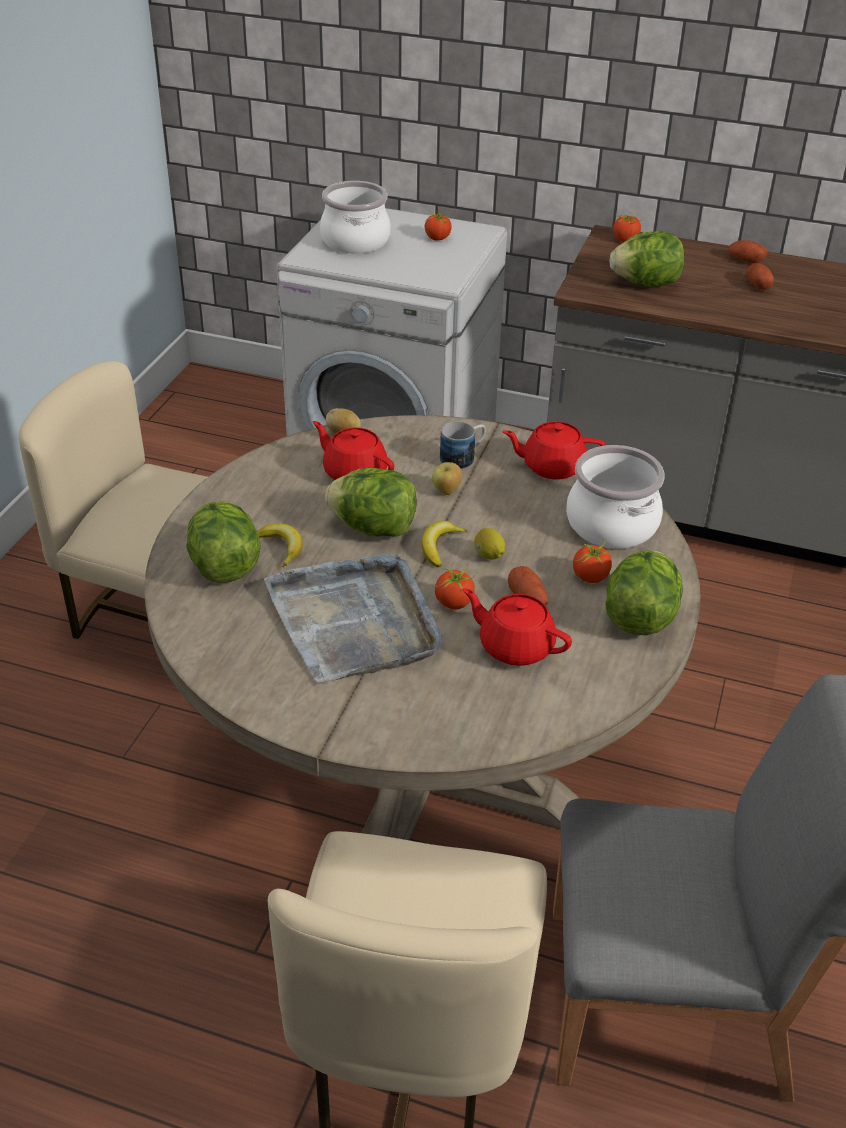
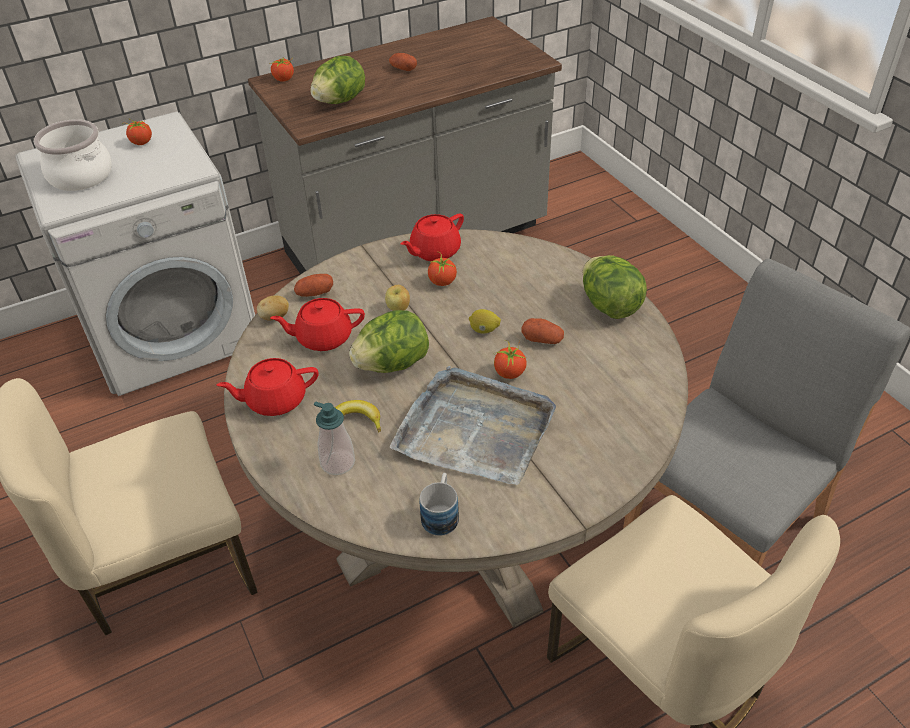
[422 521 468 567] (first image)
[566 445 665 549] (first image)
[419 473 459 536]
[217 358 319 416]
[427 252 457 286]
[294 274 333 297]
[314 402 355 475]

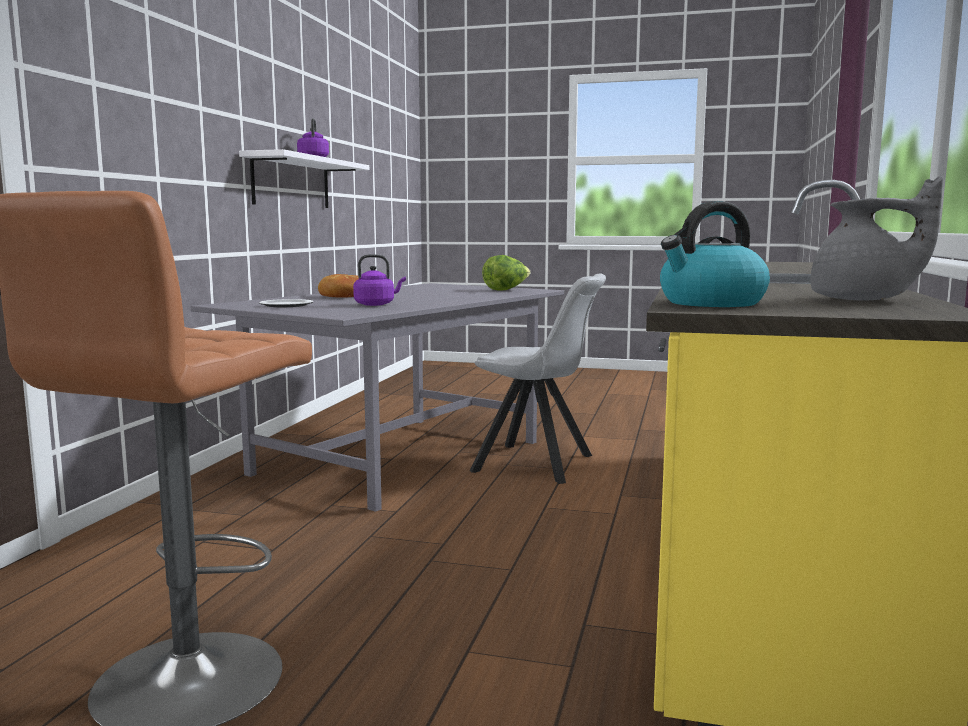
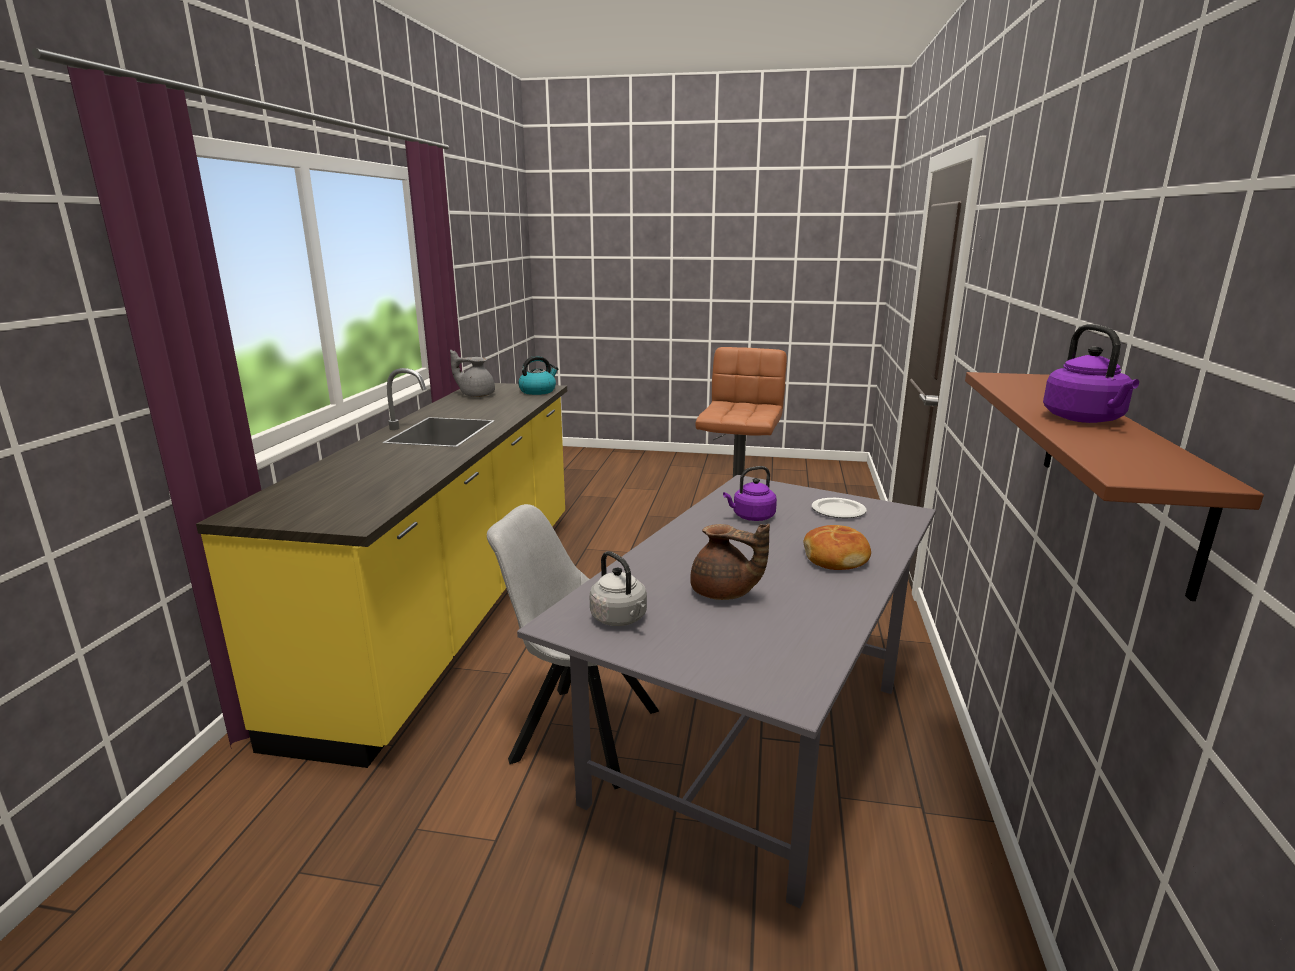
[690 524 770 600]
[589 551 647 626]
[965 372 1264 601]

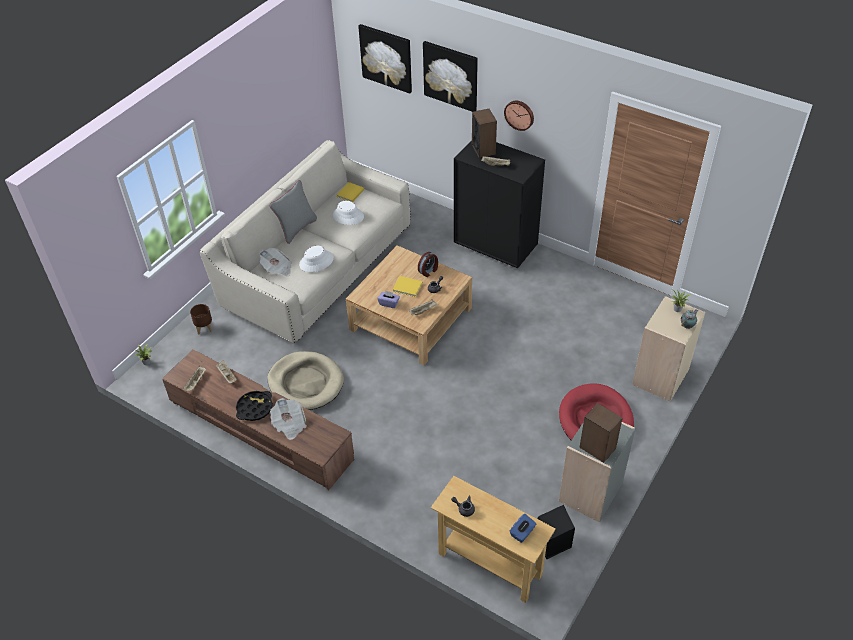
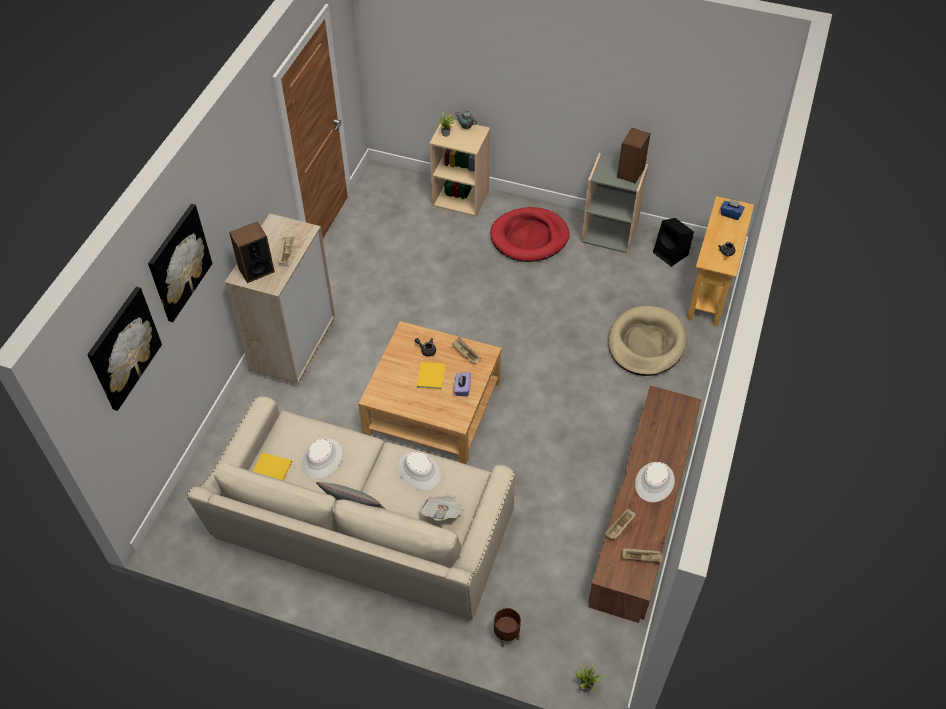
[270 398 307 440] (first image)
[418 252 438 277] (first image)
[504 101 534 131] (first image)
[608 306 687 376]
[635 462 675 502]
[225 213 335 384]

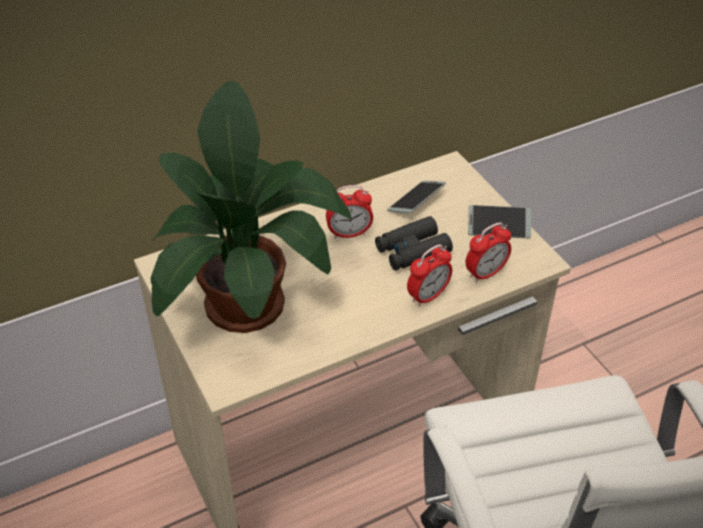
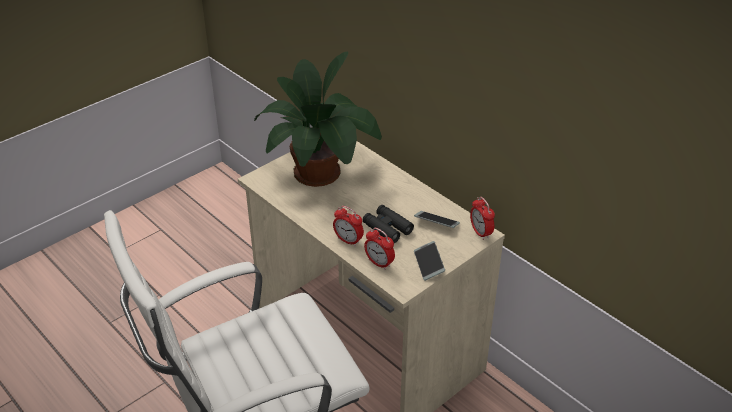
[470 197 495 240]

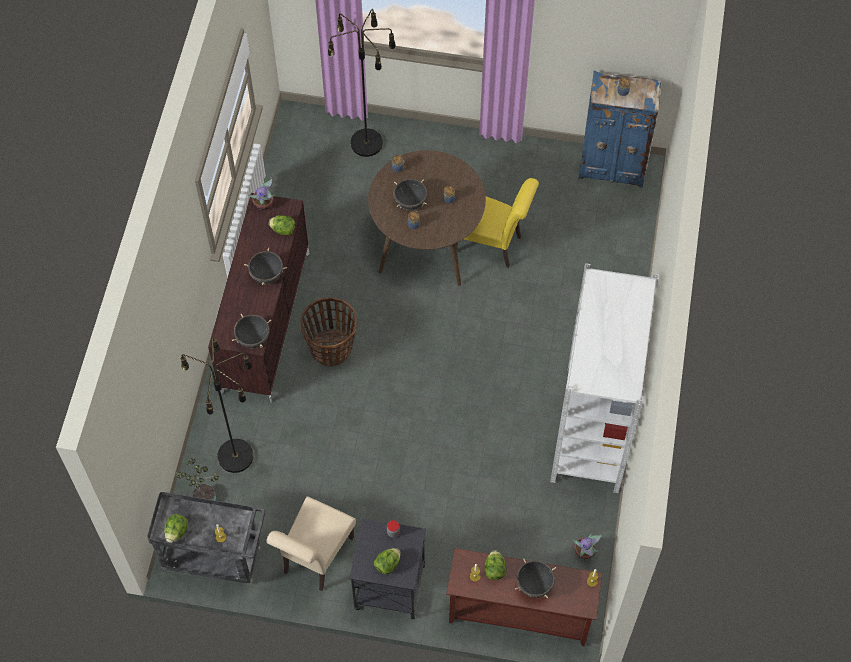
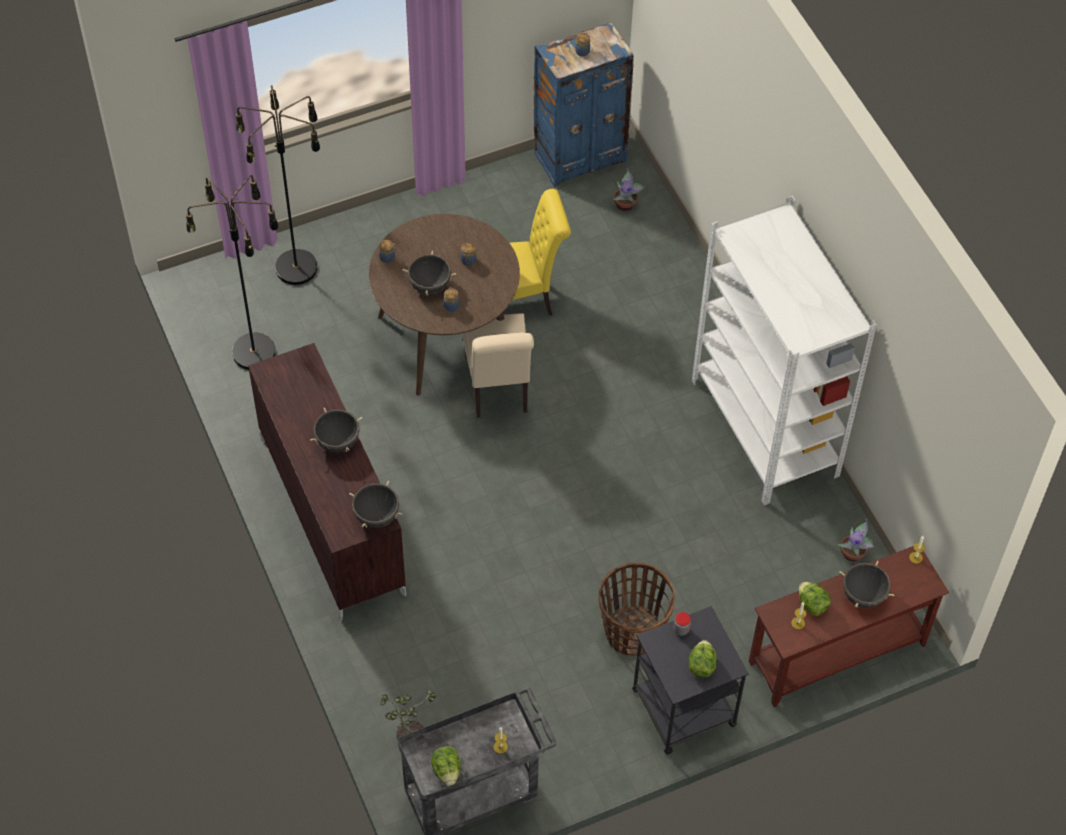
[269 215 295 235] (first image)
[186 175 278 370]
[613 168 645 211]
[461 313 534 418]
[599 562 675 656]

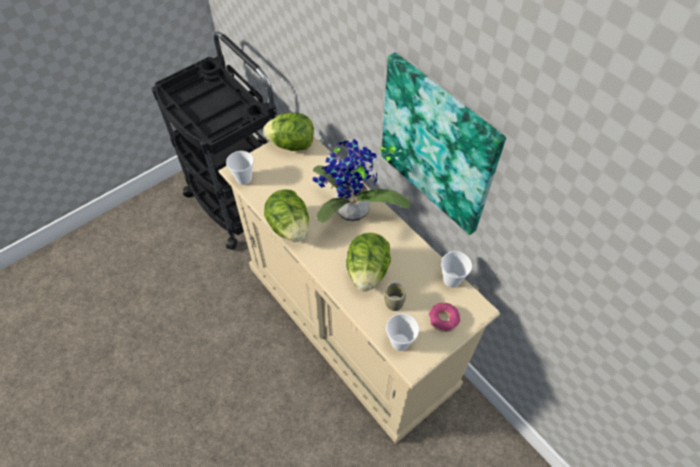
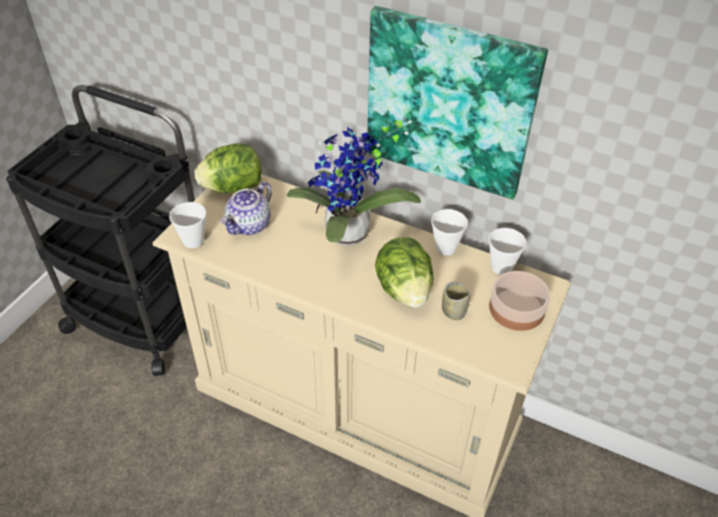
[264 189 309 242] (first image)
[220 182 272 235]
[431 209 468 255]
[489 271 550 331]

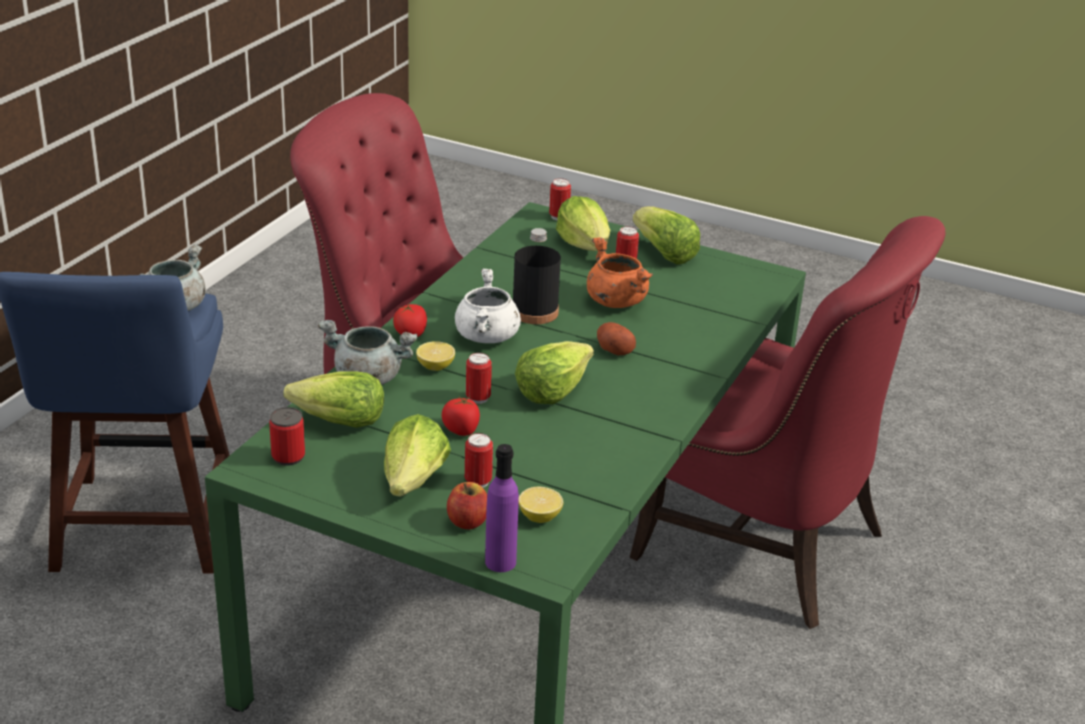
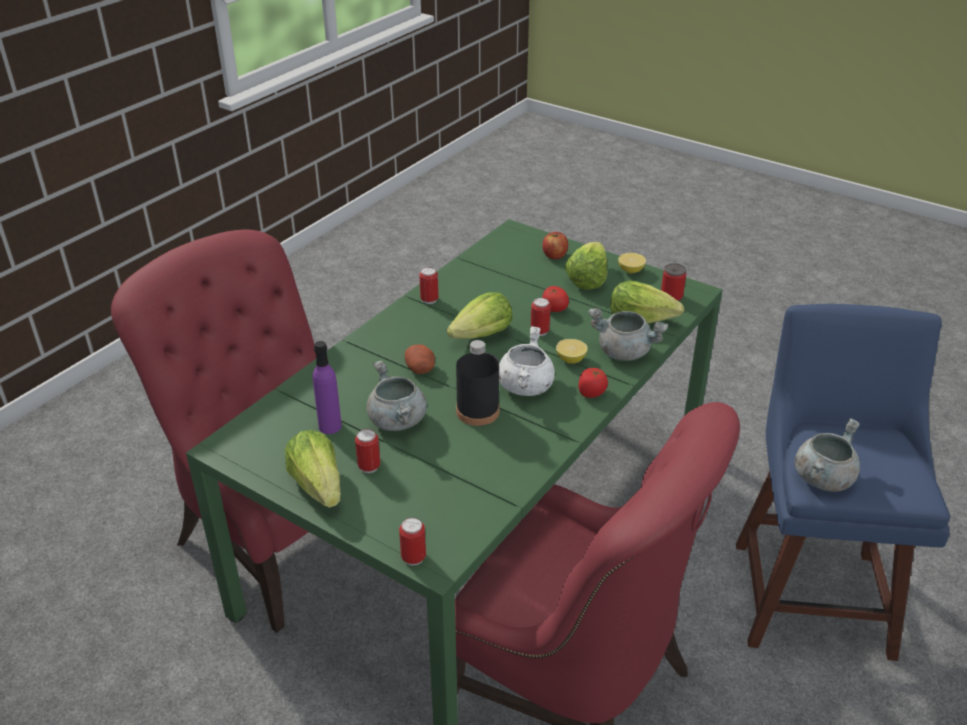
[556 196 610 251] (first image)
[419 267 438 304]
[313 341 342 434]
[618 253 646 274]
[367 361 427 431]

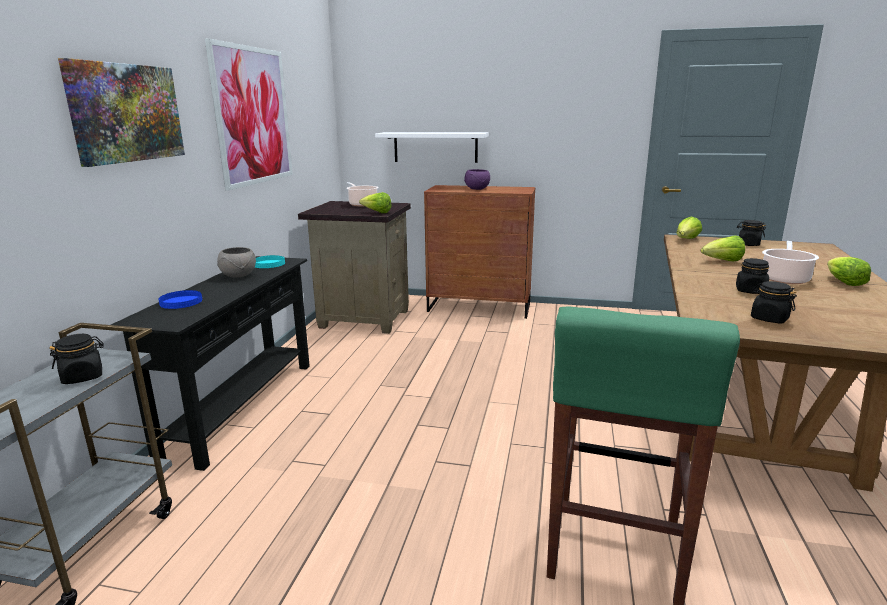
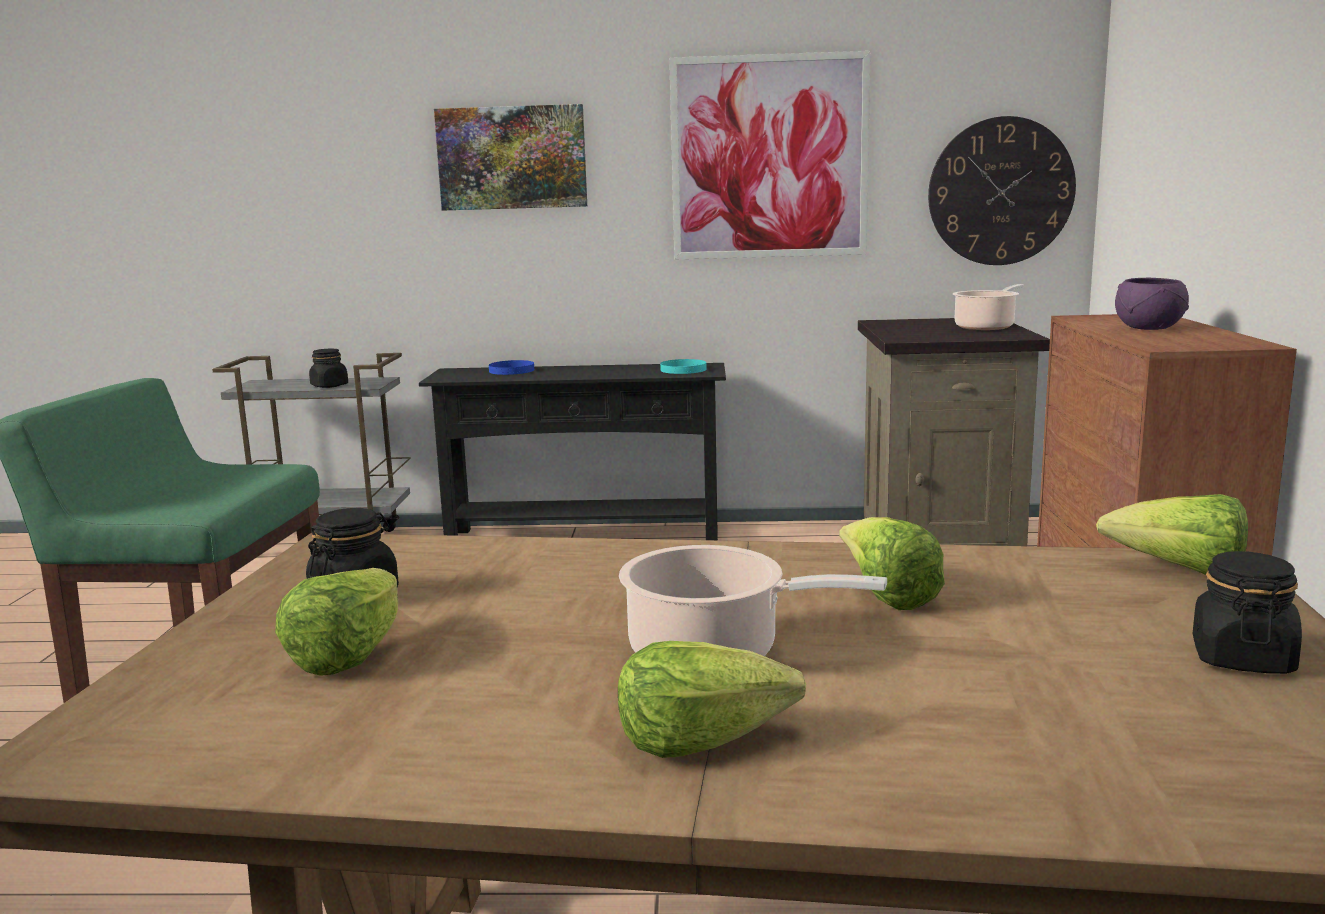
[217 247 256 278] (first image)
[375 132 489 163] (first image)
[736 258 769 294] (first image)
[928 116 1076 265]
[275 568 398 676]

